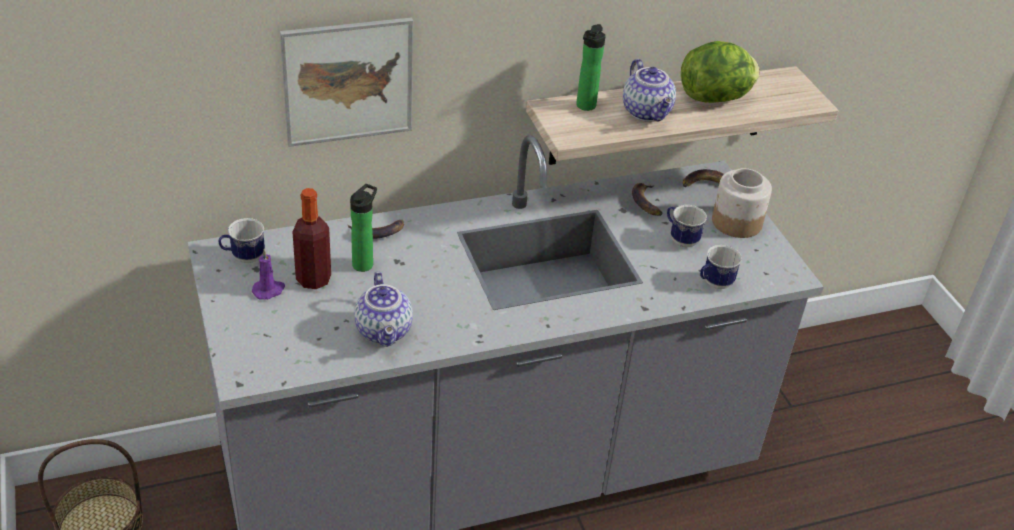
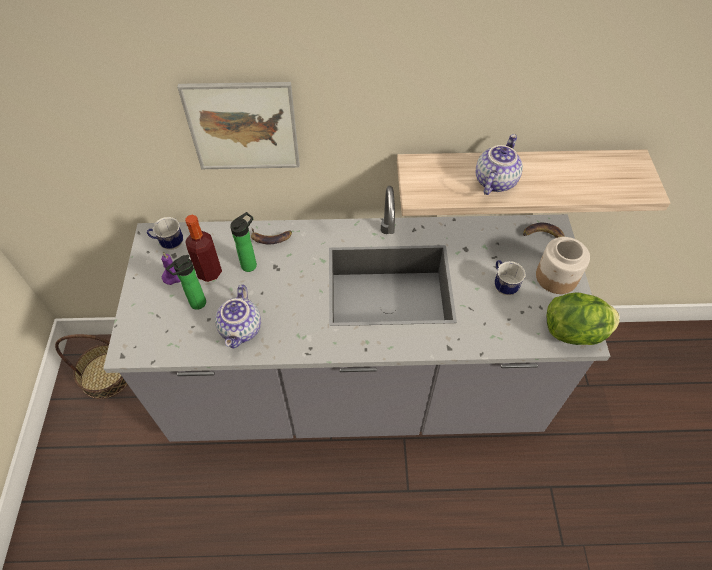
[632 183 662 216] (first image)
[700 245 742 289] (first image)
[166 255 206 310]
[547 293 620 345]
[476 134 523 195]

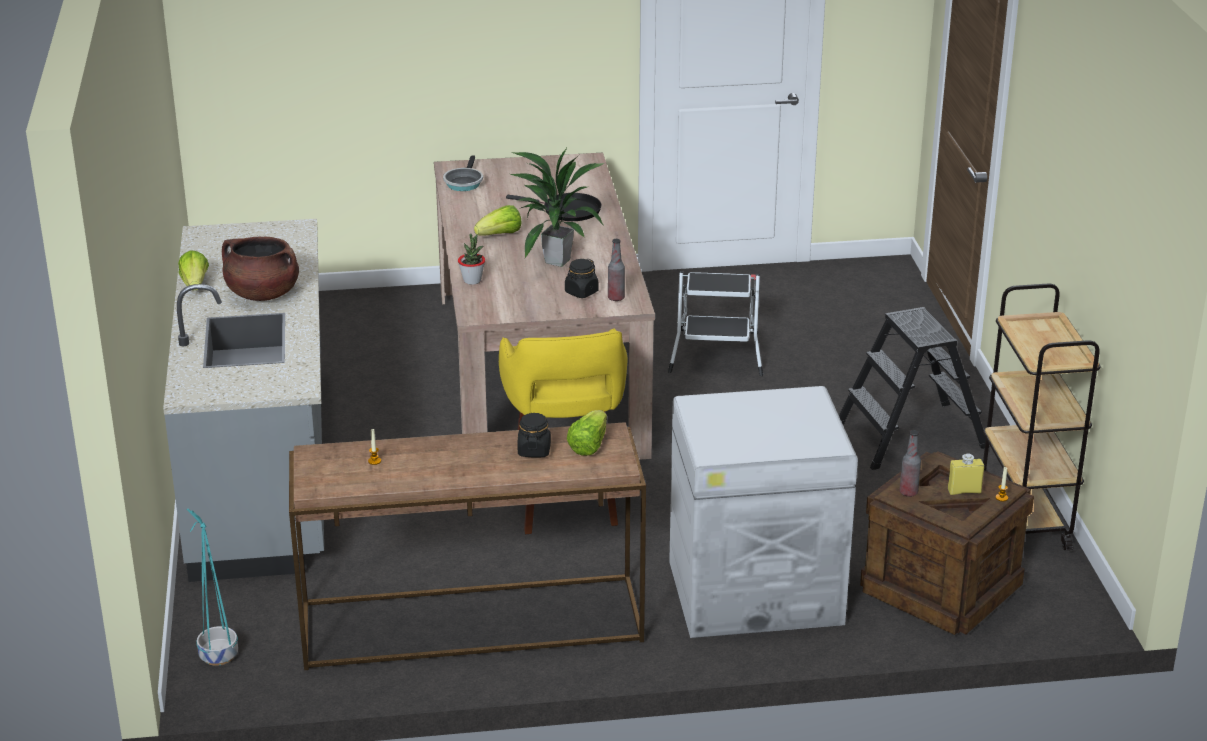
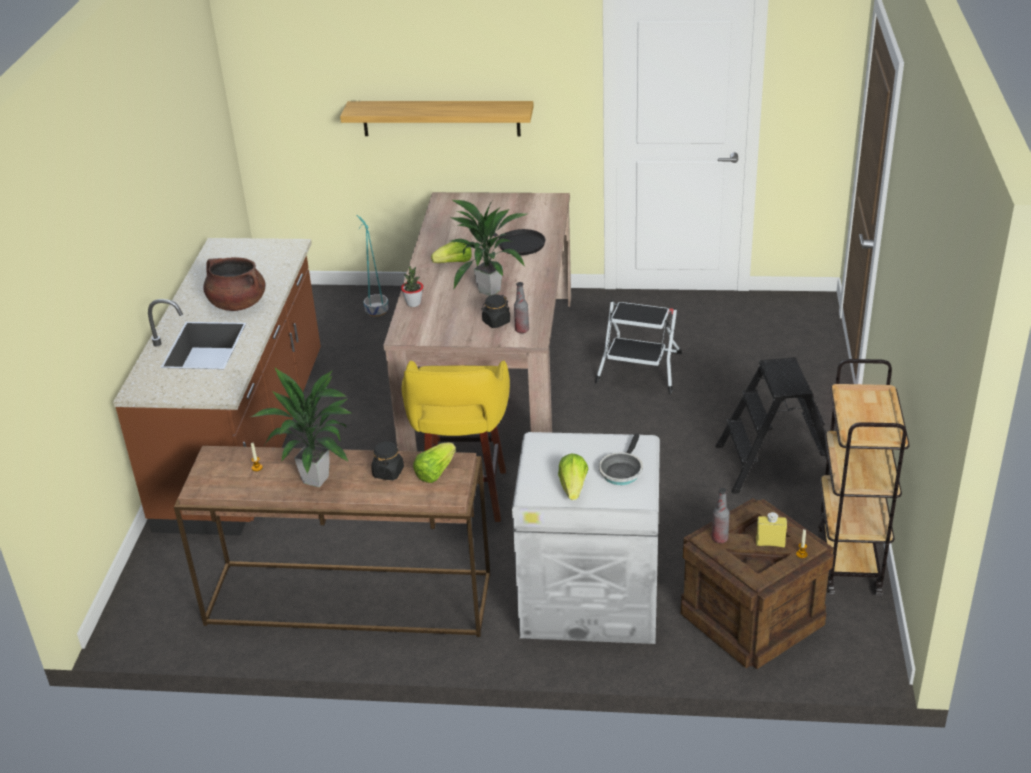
[251 368 352 487]
[340 101 534 136]
[558 453 588 500]
[356 215 389 317]
[599 433 643 485]
[113 238 321 536]

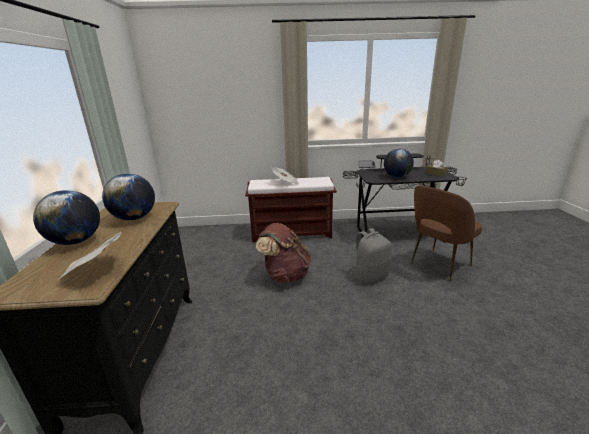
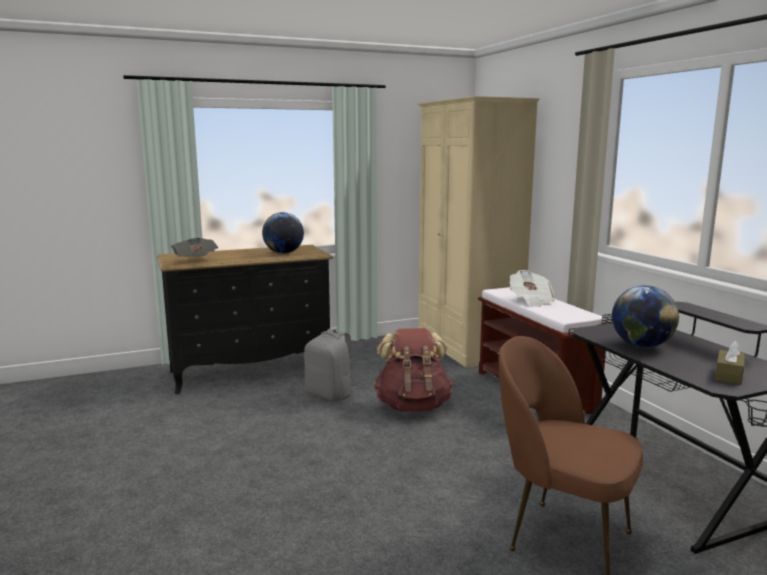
[33 190 100 245] (first image)
[418 96 540 367]
[304 328 356 402]

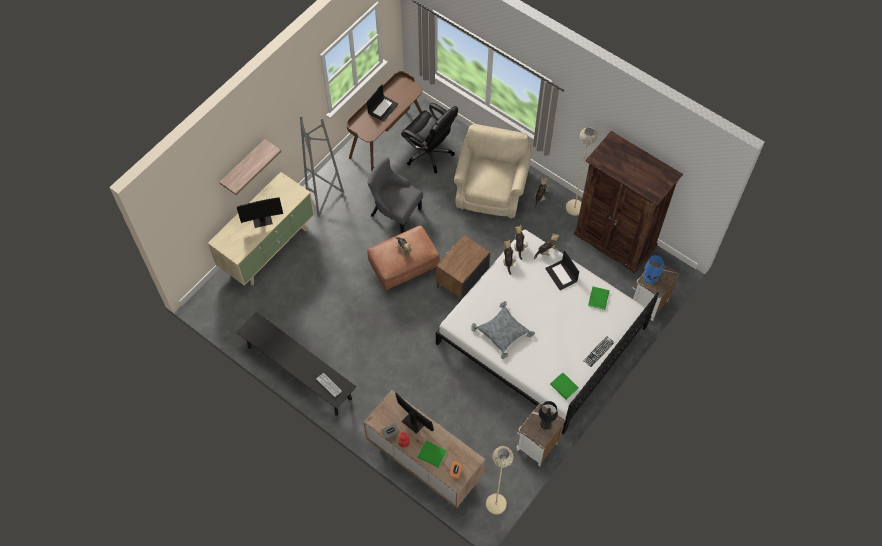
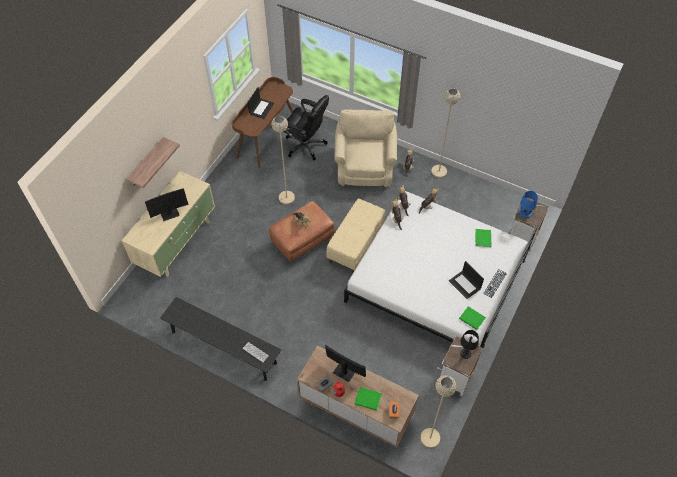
[300 116 344 217] (first image)
[471 301 535 359] (first image)
[574 131 683 274] (first image)
[449 261 484 299]
[272 116 295 205]
[326 198 386 274]

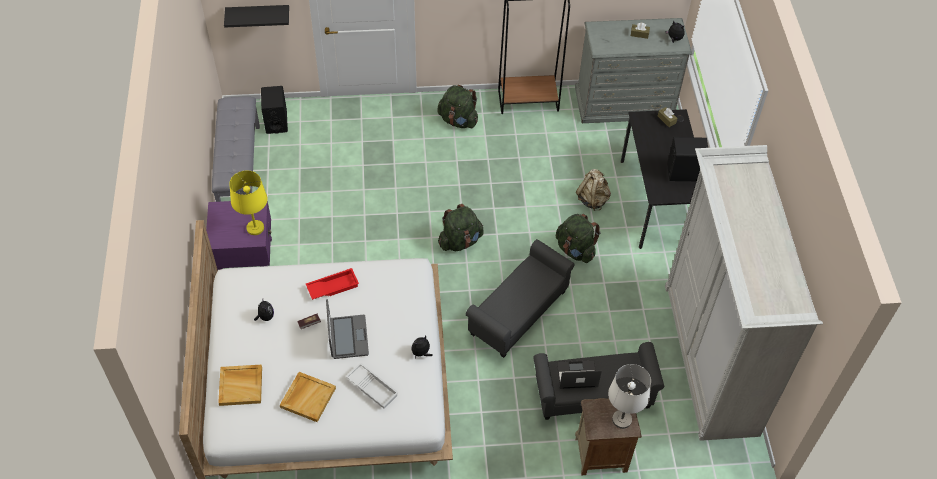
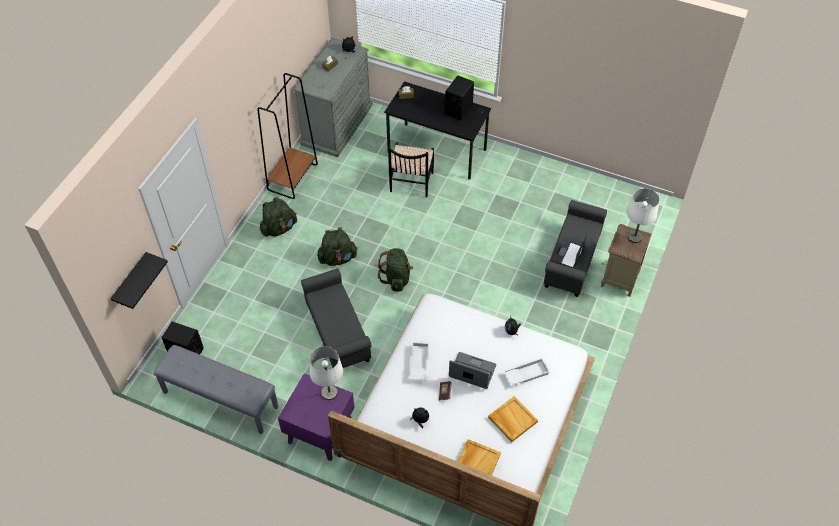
[665 145 823 441] (first image)
[301 268 371 368]
[317 227 358 266]
[388 143 434 197]
[309 346 343 400]
[408 342 429 380]

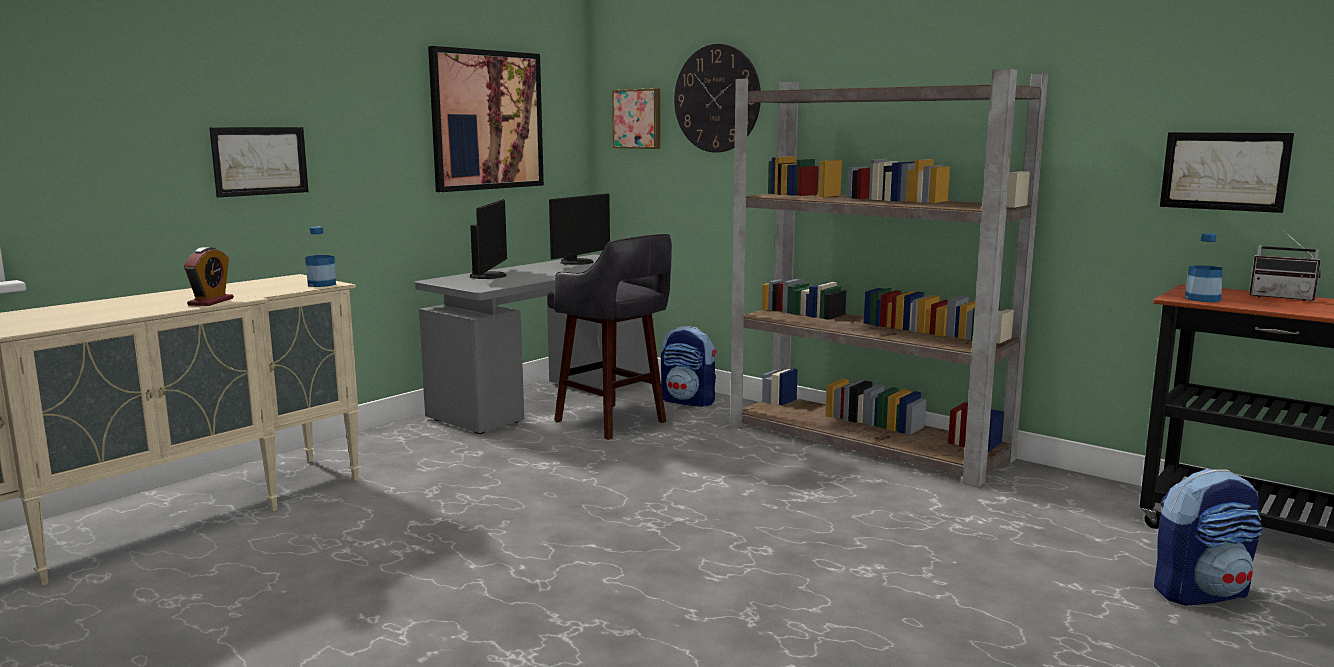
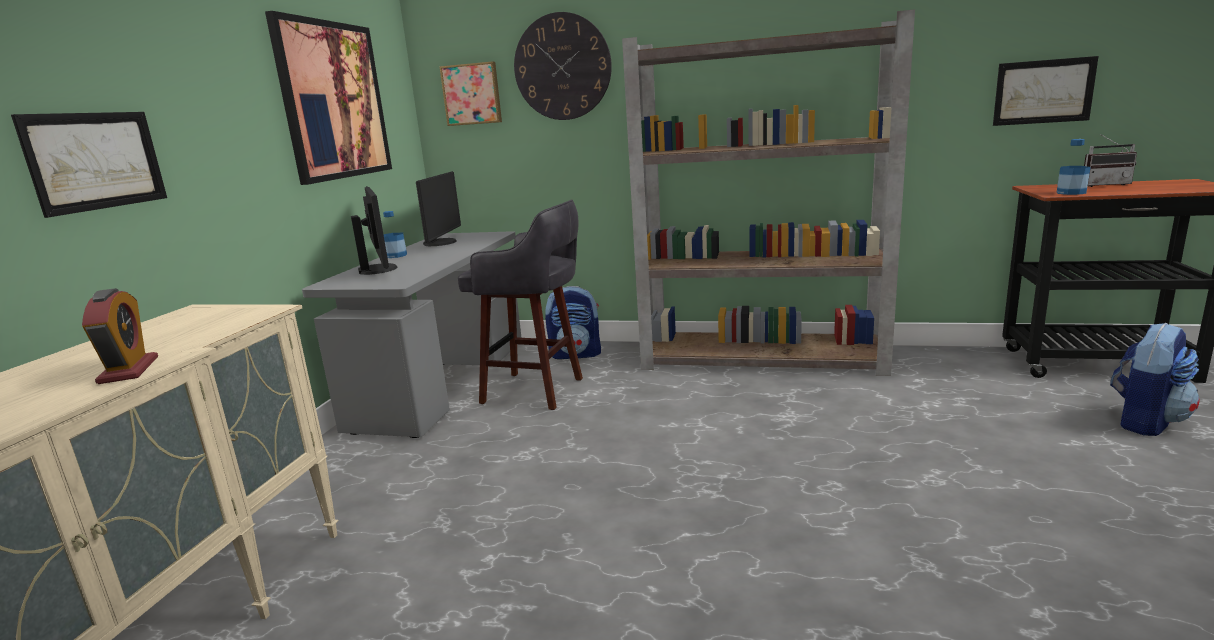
[383 211 407 258]

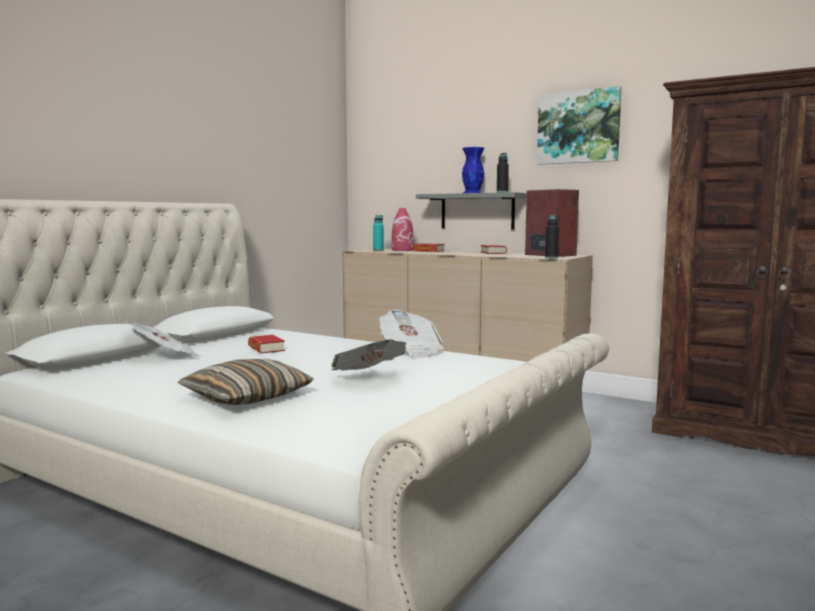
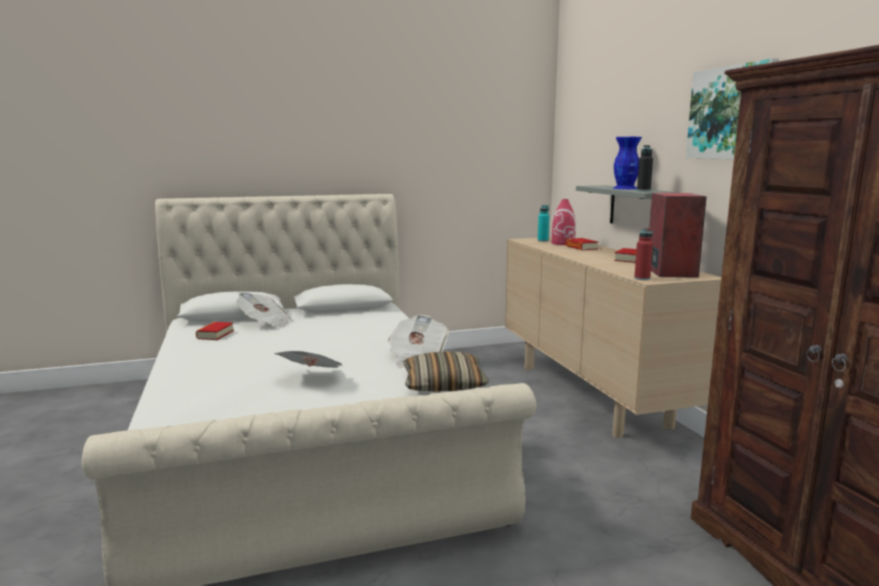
[403 351 489 391]
[196 322 234 340]
[634 228 653 280]

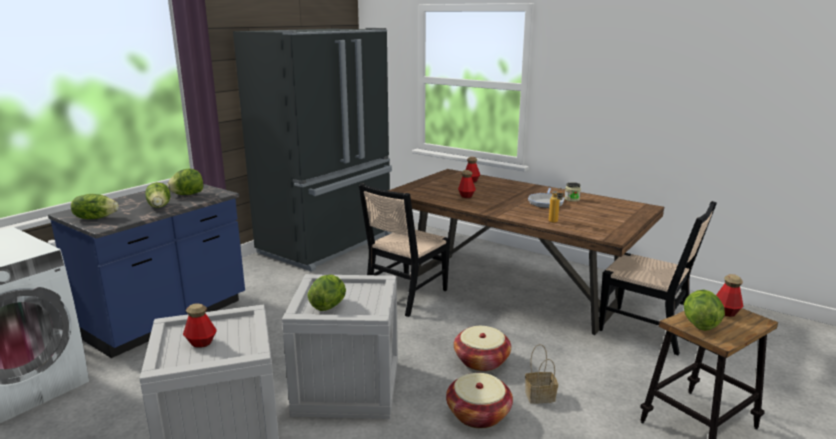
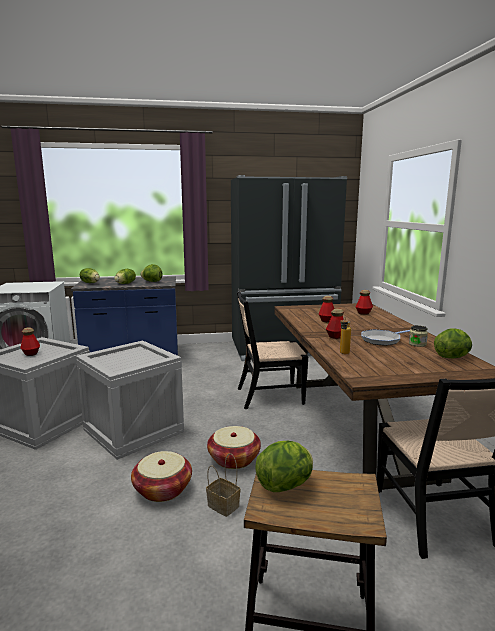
[434 329 472 358]
[326 309 344 339]

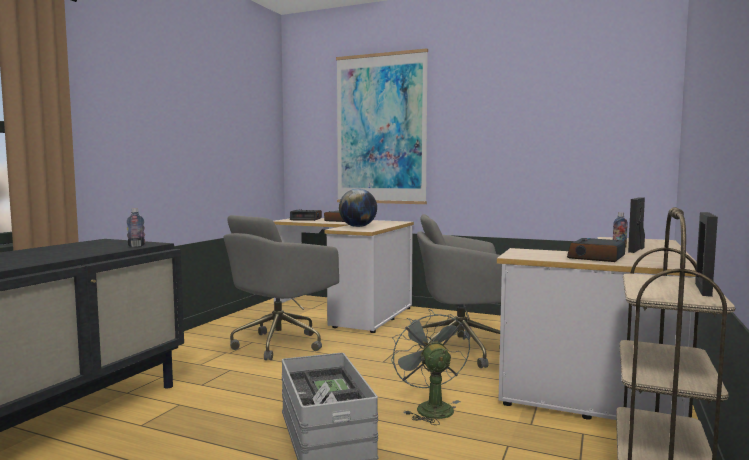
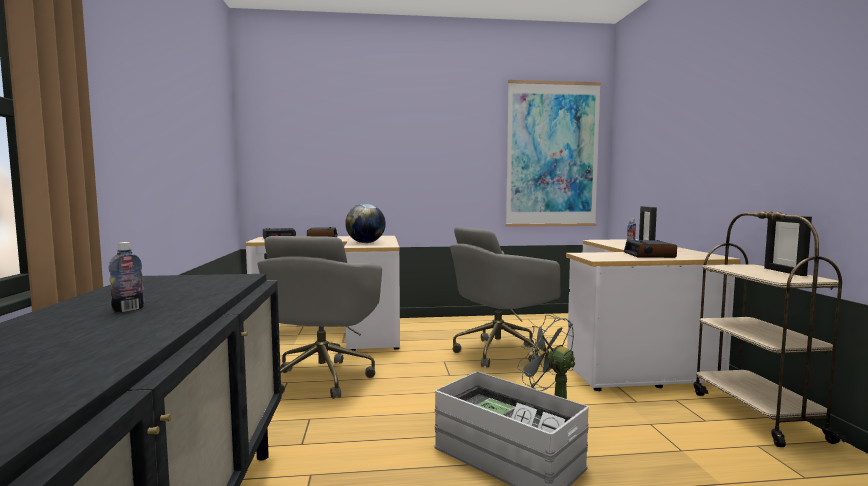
[109 242 144 313]
[506 80 601 227]

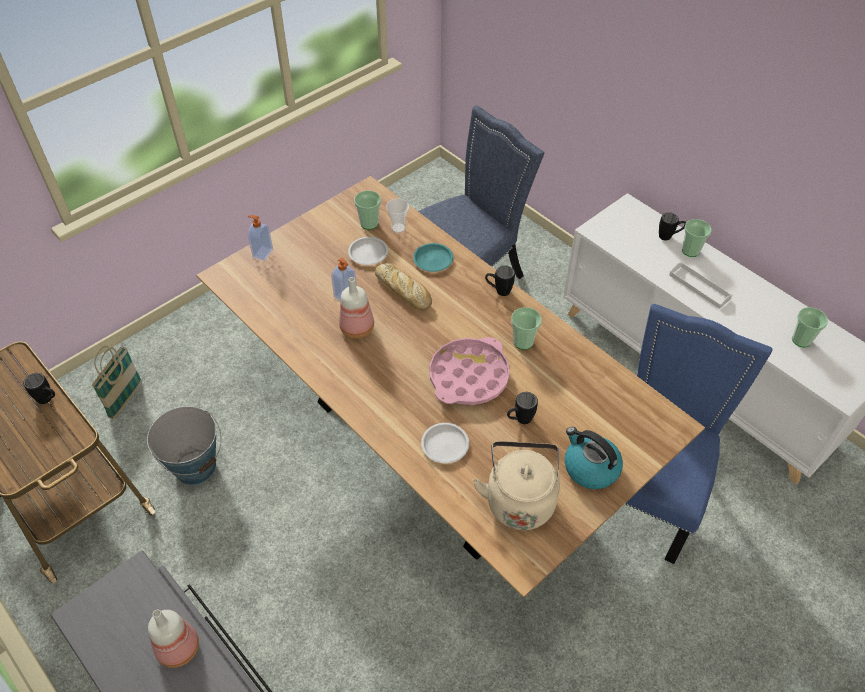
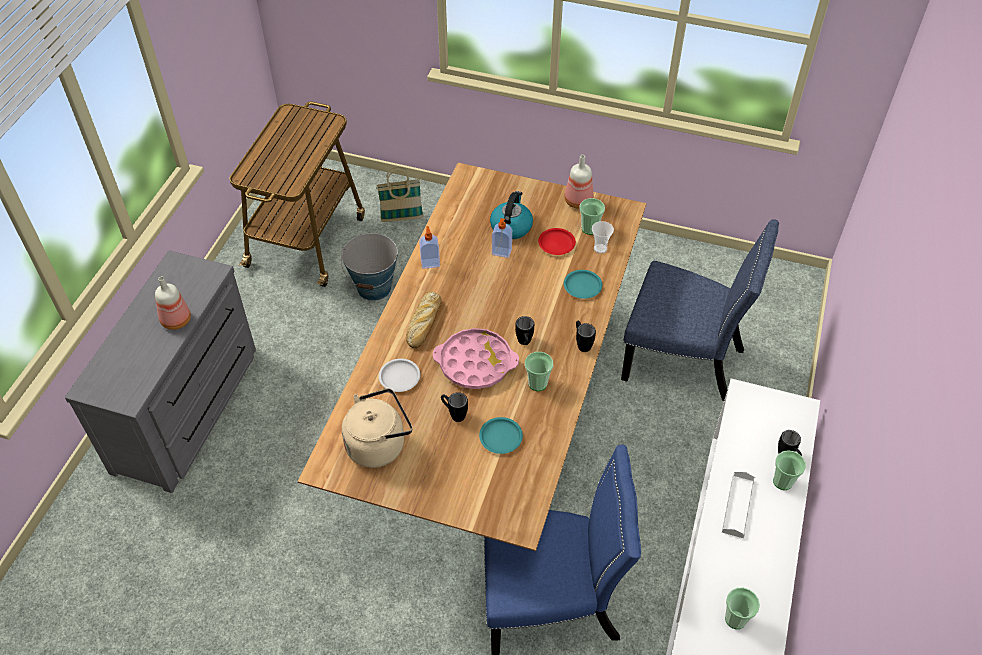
[479 417 523 454]
[515 316 534 345]
[419 226 440 269]
[564 155 593 209]
[406 292 442 348]
[490 191 533 239]
[538 228 576 255]

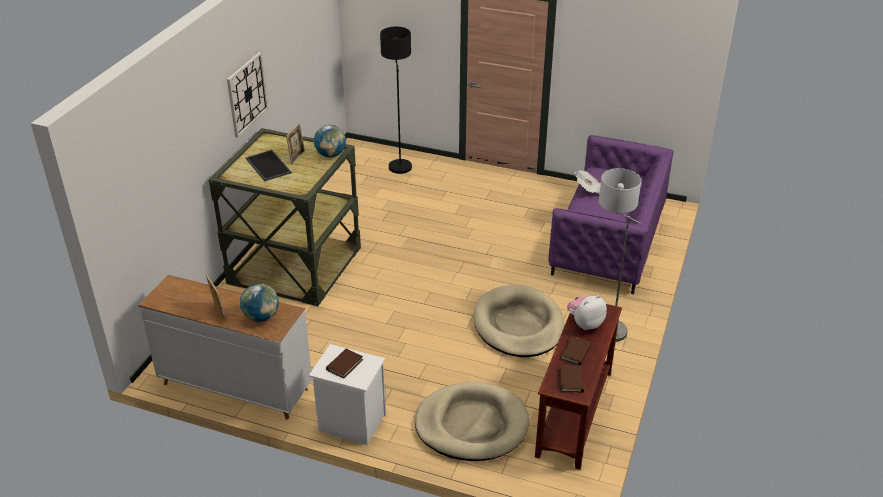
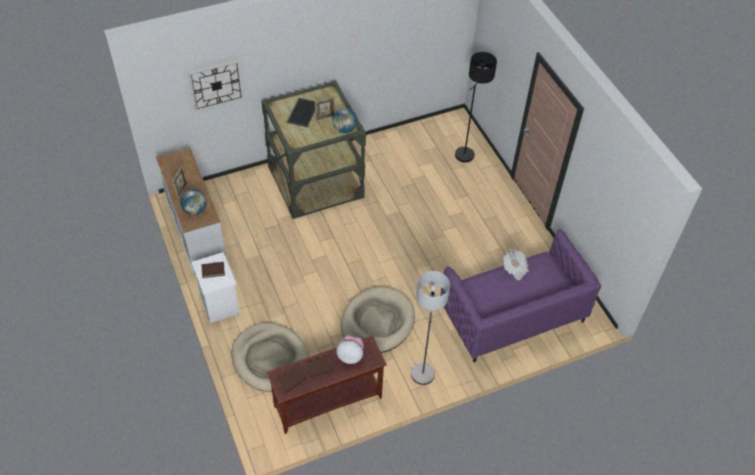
[188 60 243 111]

